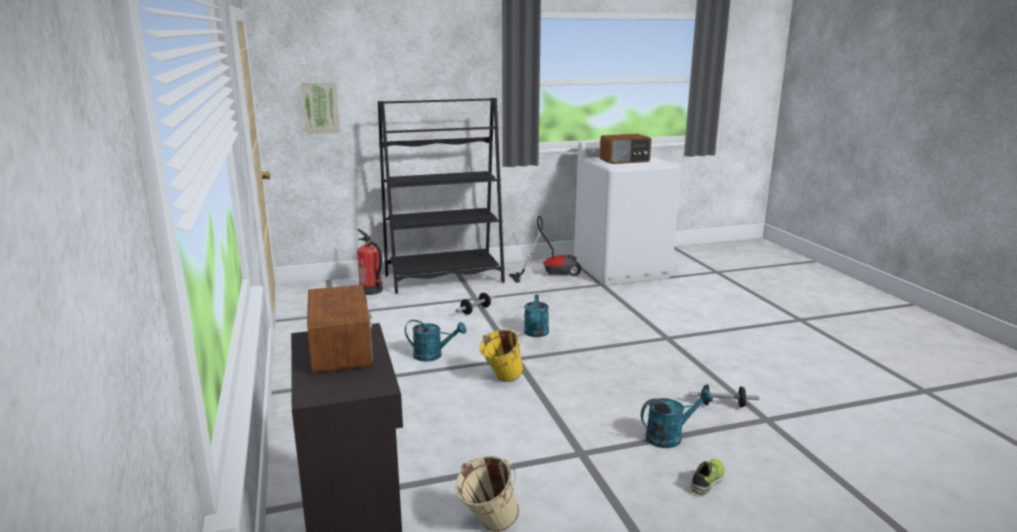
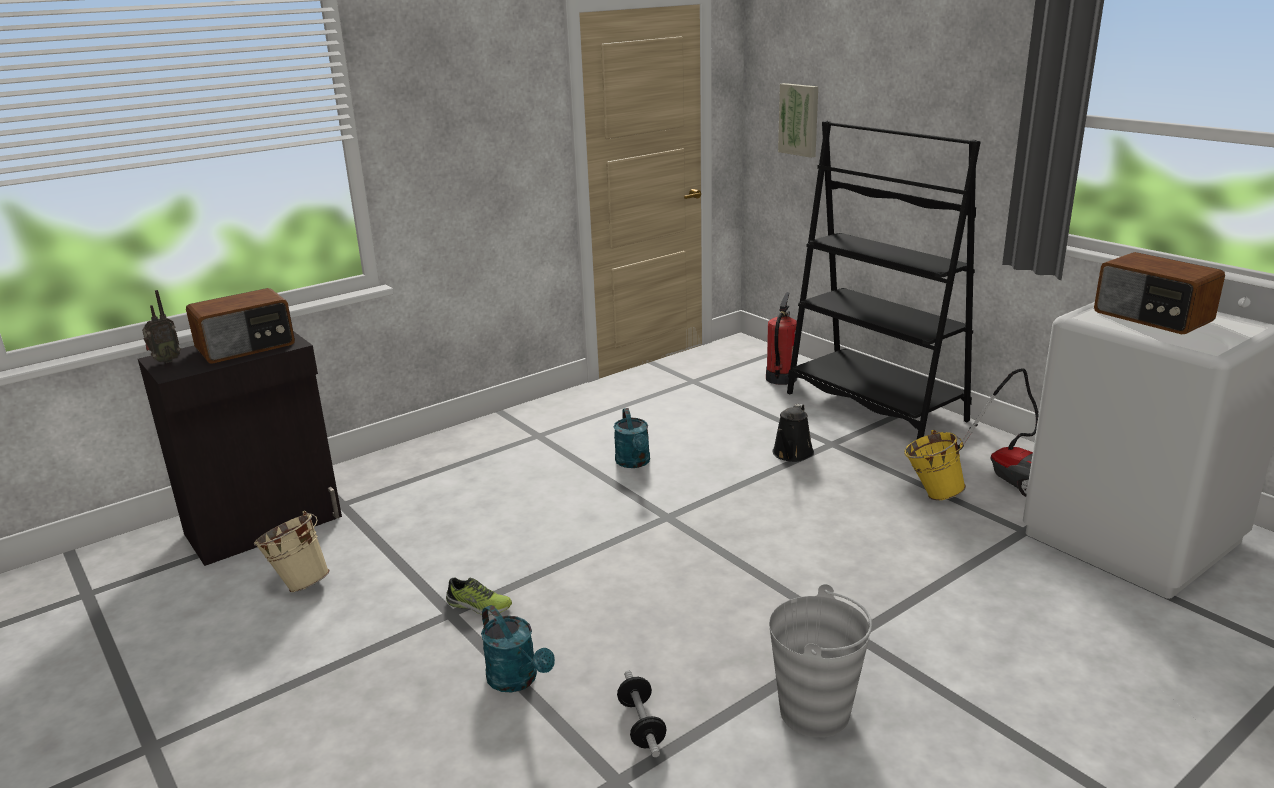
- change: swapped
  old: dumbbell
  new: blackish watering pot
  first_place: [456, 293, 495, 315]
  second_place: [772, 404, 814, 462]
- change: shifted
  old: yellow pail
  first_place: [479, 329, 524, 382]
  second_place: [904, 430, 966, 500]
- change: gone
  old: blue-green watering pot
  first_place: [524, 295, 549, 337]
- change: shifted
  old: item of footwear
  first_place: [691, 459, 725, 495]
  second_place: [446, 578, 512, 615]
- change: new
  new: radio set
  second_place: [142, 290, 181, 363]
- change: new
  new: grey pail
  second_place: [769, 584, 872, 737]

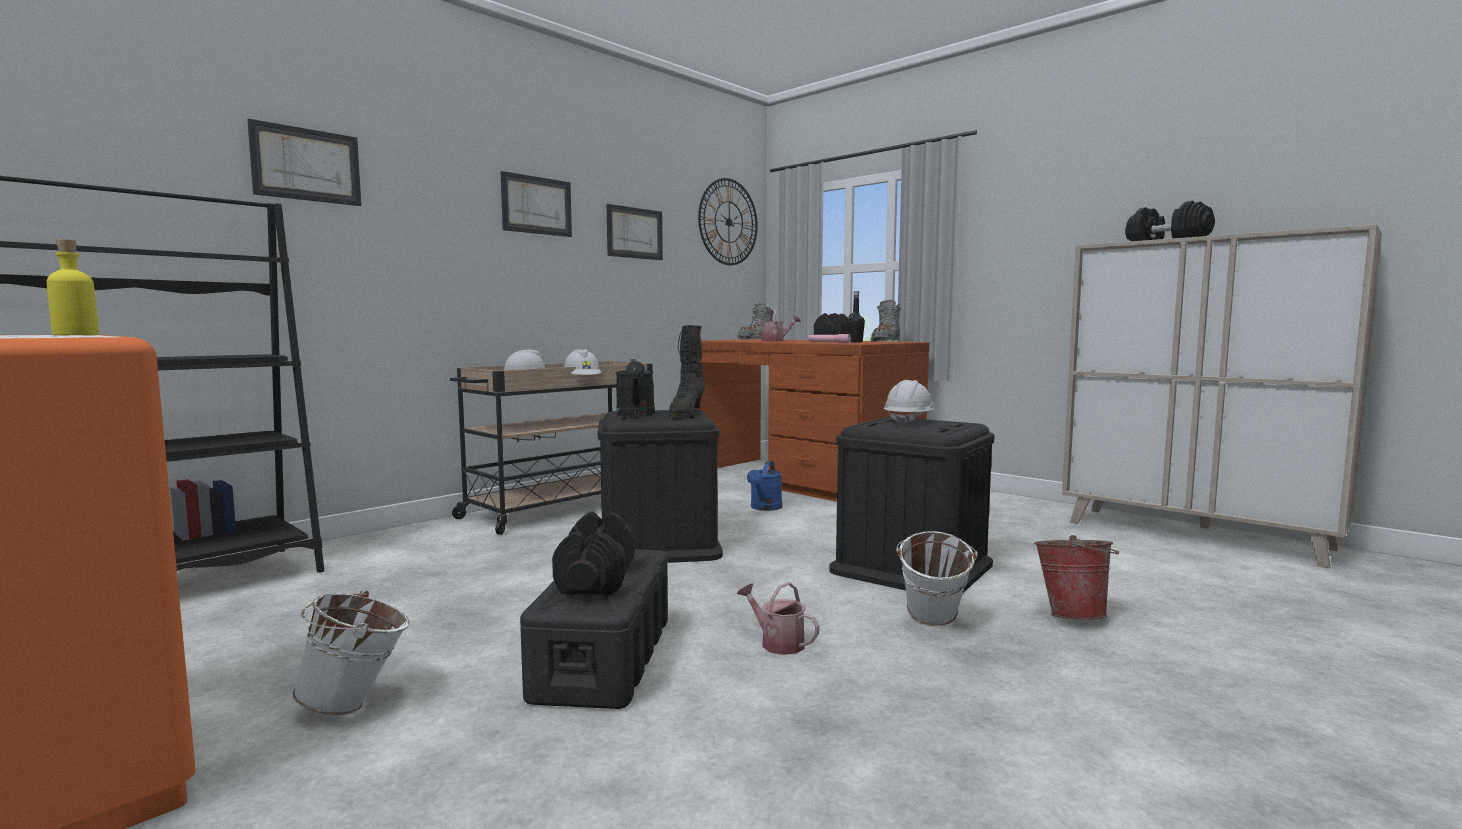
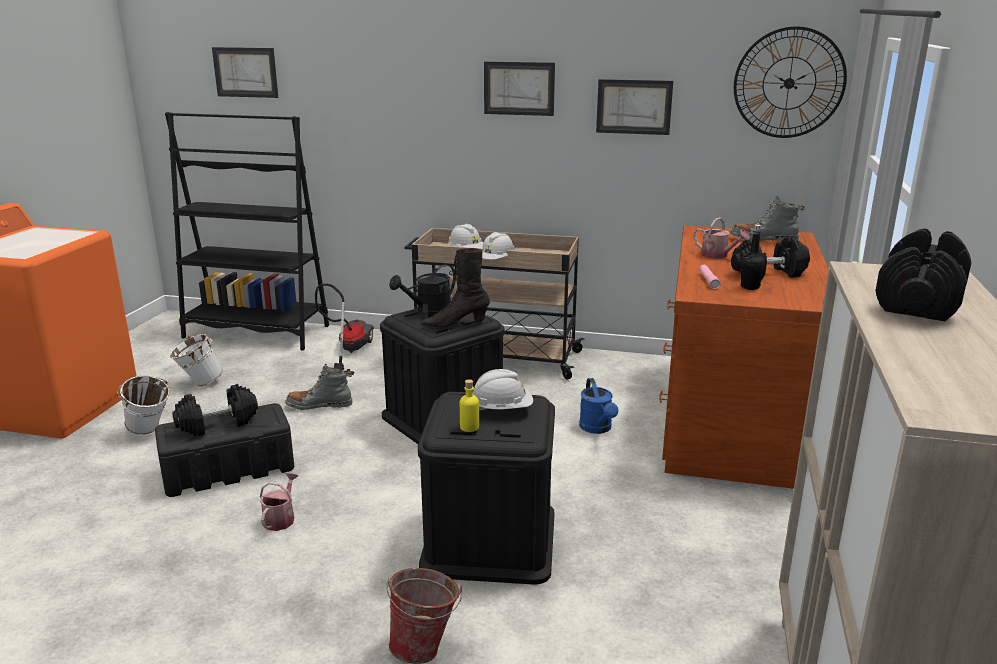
- change: shifted
  old: yellow drink bottle
  first_place: [47, 239, 99, 335]
  second_place: [460, 379, 479, 432]
- change: shifted
  old: picture
  first_place: [247, 119, 361, 206]
  second_place: [212, 47, 278, 98]
- change: rotated
  old: blue-coloured watering pot
  first_place: [747, 461, 782, 511]
  second_place: [579, 378, 618, 434]
  degrees: -90
- change: shifted
  old: grey high-top boot
  first_place: [871, 300, 901, 342]
  second_place: [285, 364, 353, 410]
- change: shifted
  old: white pail
  first_place: [896, 531, 977, 626]
  second_place: [170, 334, 223, 386]
- change: new
  new: vacuum
  second_place: [315, 283, 374, 375]

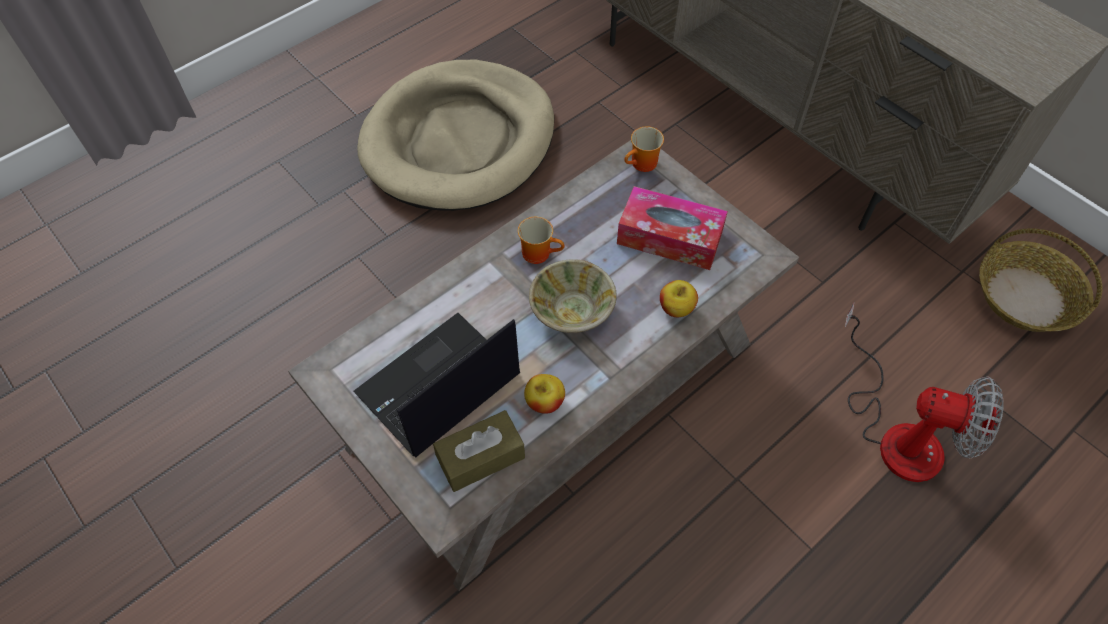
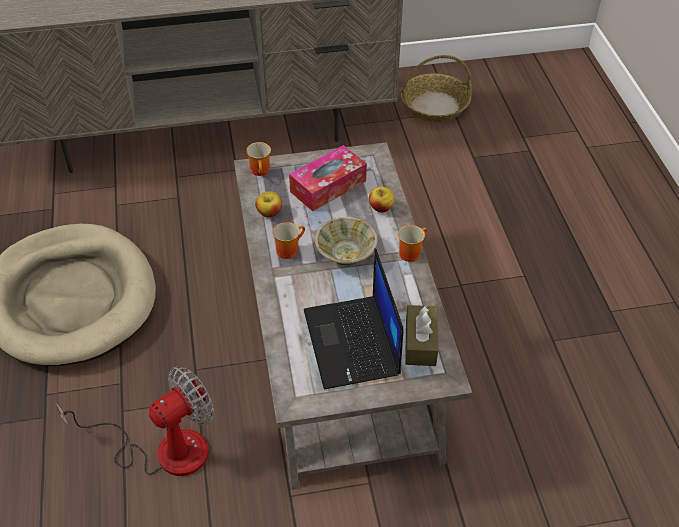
- change: shifted
  old: apple fruit
  first_place: [524, 374, 565, 414]
  second_place: [255, 191, 282, 218]
- change: shifted
  old: fan
  first_place: [845, 303, 1004, 482]
  second_place: [56, 366, 214, 476]
- change: new
  new: tea mug
  second_place: [398, 225, 427, 262]

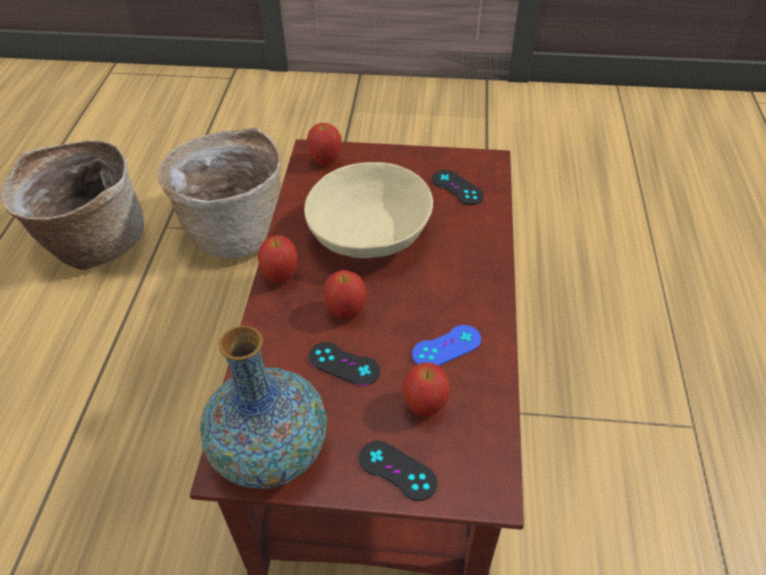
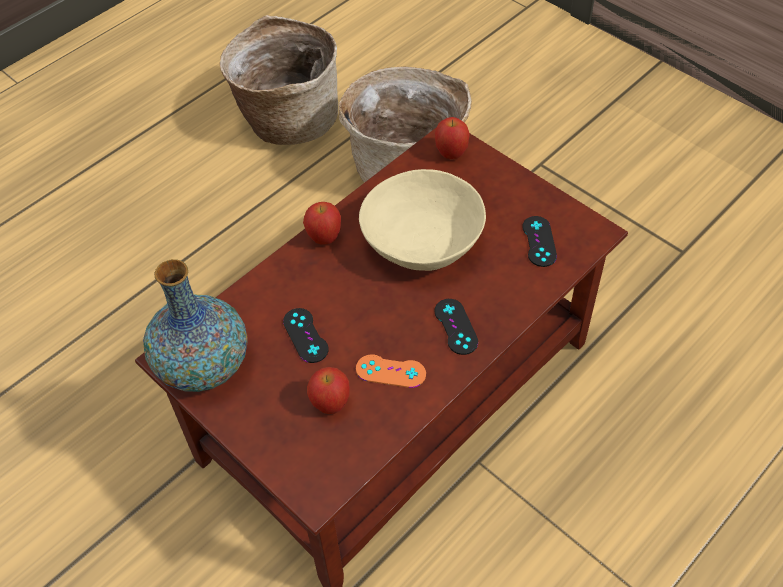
- change: gone
  old: apple fruit
  first_place: [324, 270, 366, 319]
- change: shifted
  old: blackish gamepad
  first_place: [359, 441, 437, 501]
  second_place: [434, 299, 478, 355]
- change: repainted
  old: blue-coloured gamepad
  new: orangey gamepad
  first_place: [412, 325, 481, 366]
  second_place: [356, 354, 426, 388]

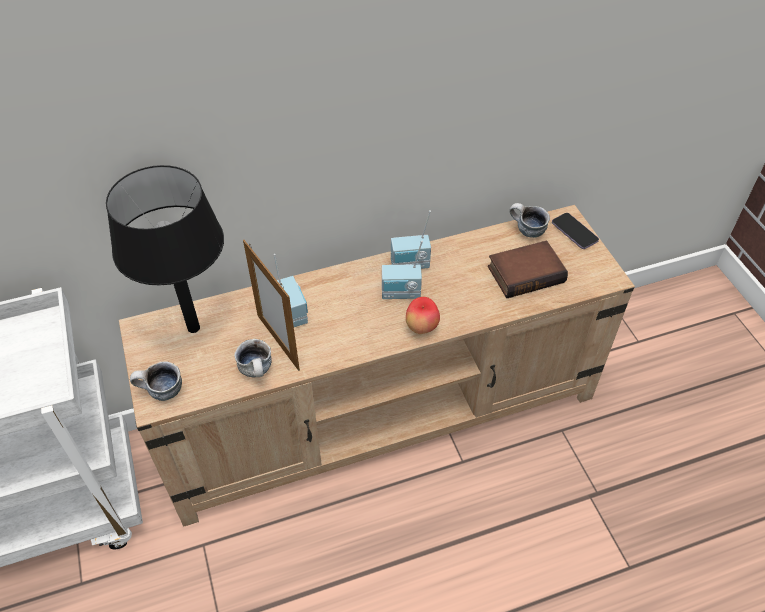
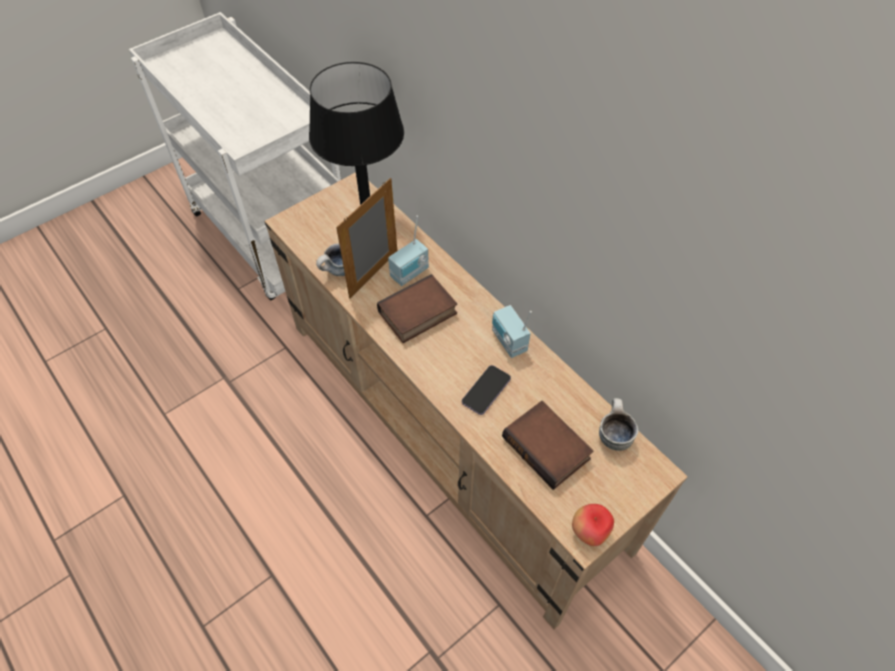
- change: gone
  old: tea mug
  first_place: [130, 361, 182, 401]
- change: gone
  old: radio set
  first_place: [382, 241, 423, 299]
- change: shifted
  old: apple fruit
  first_place: [406, 297, 440, 334]
  second_place: [572, 504, 614, 546]
- change: shifted
  old: telephone
  first_place: [552, 213, 599, 249]
  second_place: [462, 365, 511, 415]
- change: new
  new: book
  second_place: [377, 274, 457, 343]

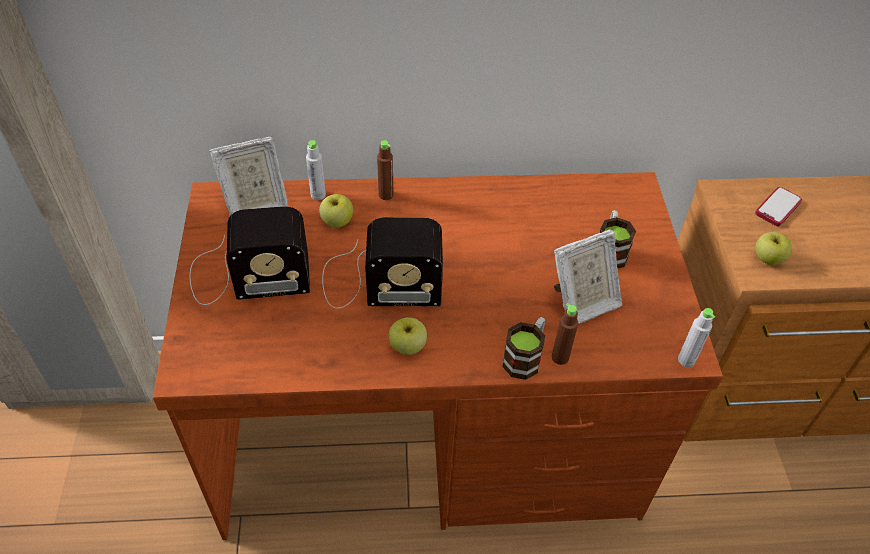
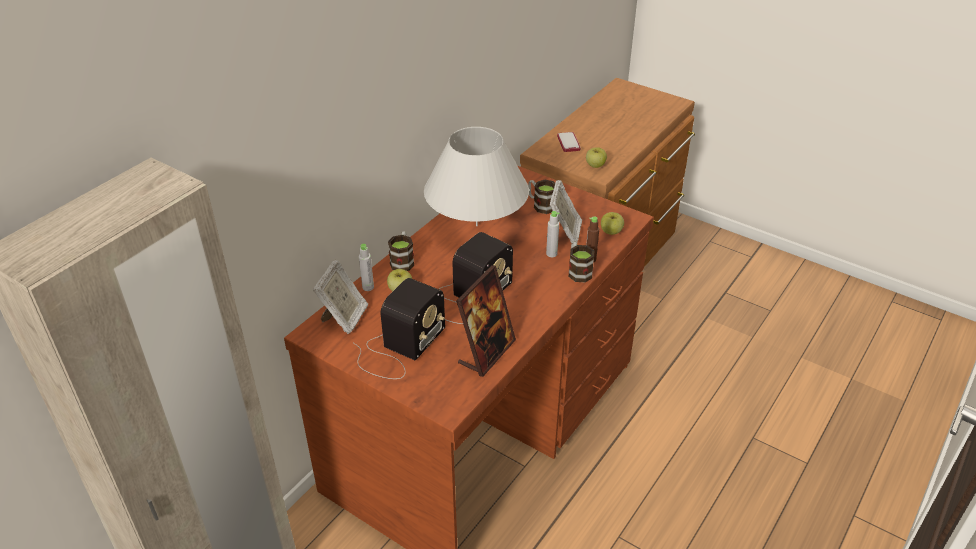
- change: swapped
  old: brownish drink bottle
  new: tea mug
  first_place: [377, 140, 394, 200]
  second_place: [388, 231, 414, 271]
- change: shifted
  old: apple fruit
  first_place: [389, 317, 427, 355]
  second_place: [601, 212, 624, 235]
- change: shifted
  old: grey drink bottle
  first_place: [678, 308, 715, 367]
  second_place: [546, 211, 559, 257]
- change: new
  new: white tabletop lamp
  second_place: [424, 127, 529, 226]
- change: new
  new: standing frame
  second_place: [456, 265, 516, 377]

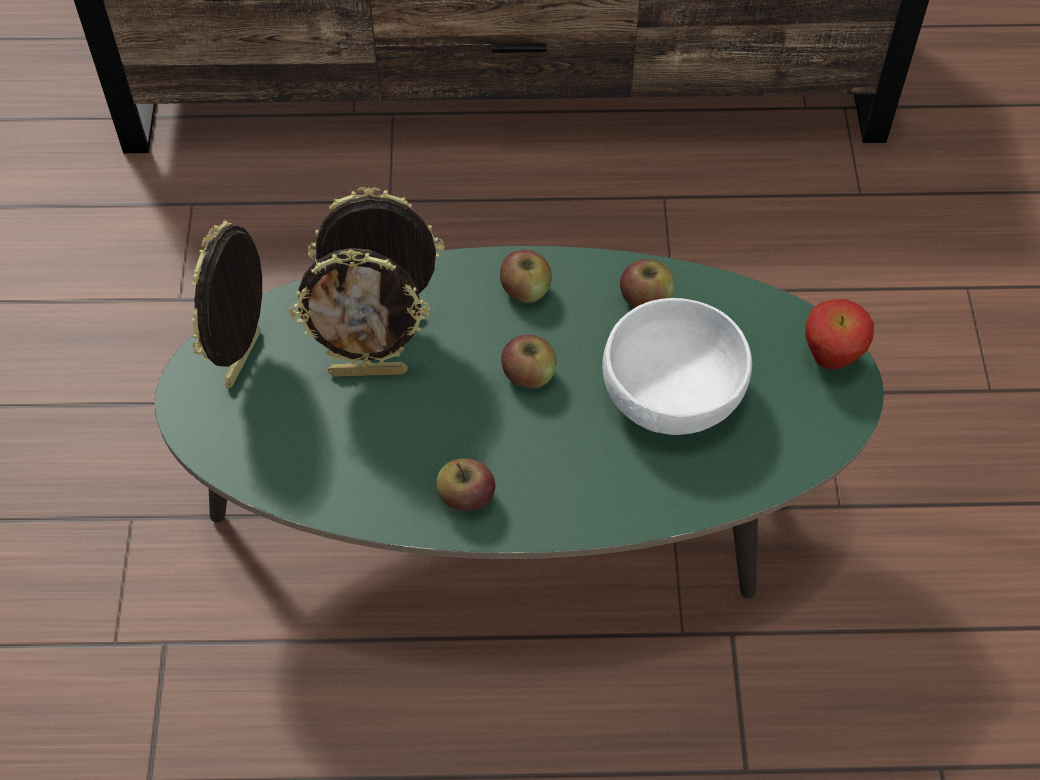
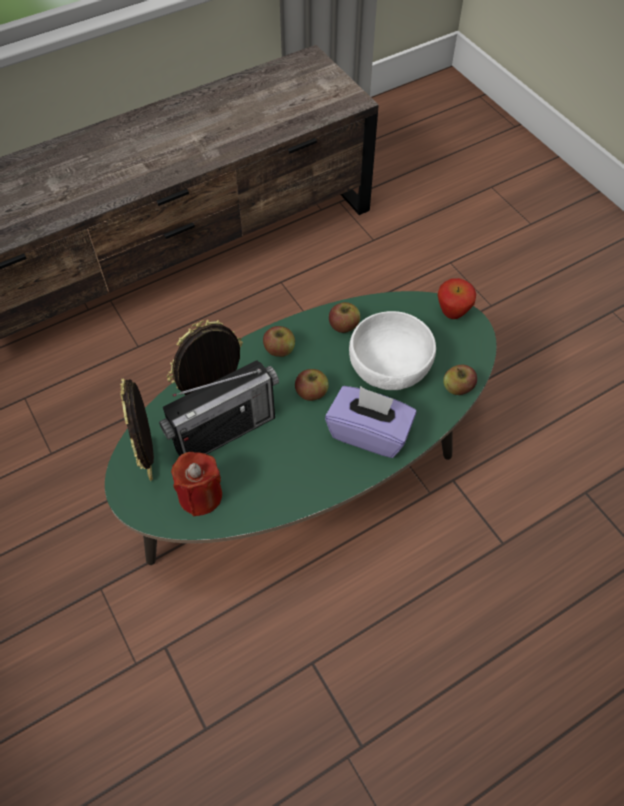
- change: swapped
  old: standing frame
  new: radio set
  first_place: [289, 248, 430, 377]
  second_place: [159, 360, 279, 456]
- change: shifted
  old: apple fruit
  first_place: [436, 458, 495, 511]
  second_place: [443, 365, 477, 395]
- change: new
  new: red-coloured wax light
  second_place: [171, 452, 222, 516]
- change: new
  new: purple-coloured tissue box
  second_place: [325, 386, 416, 458]

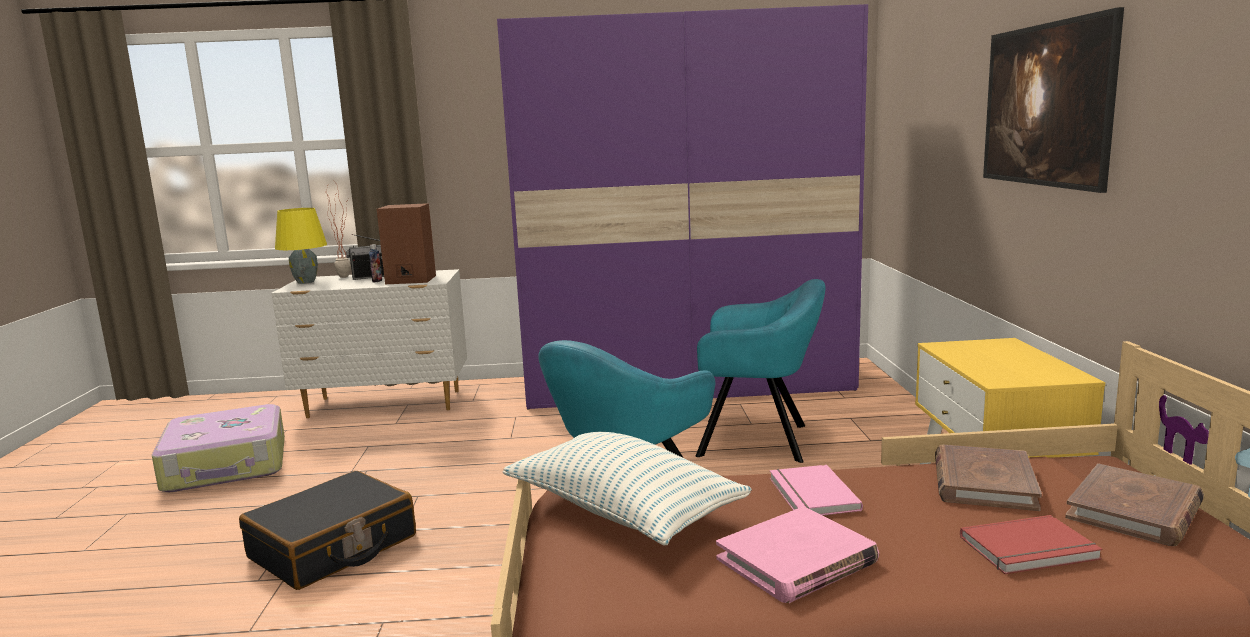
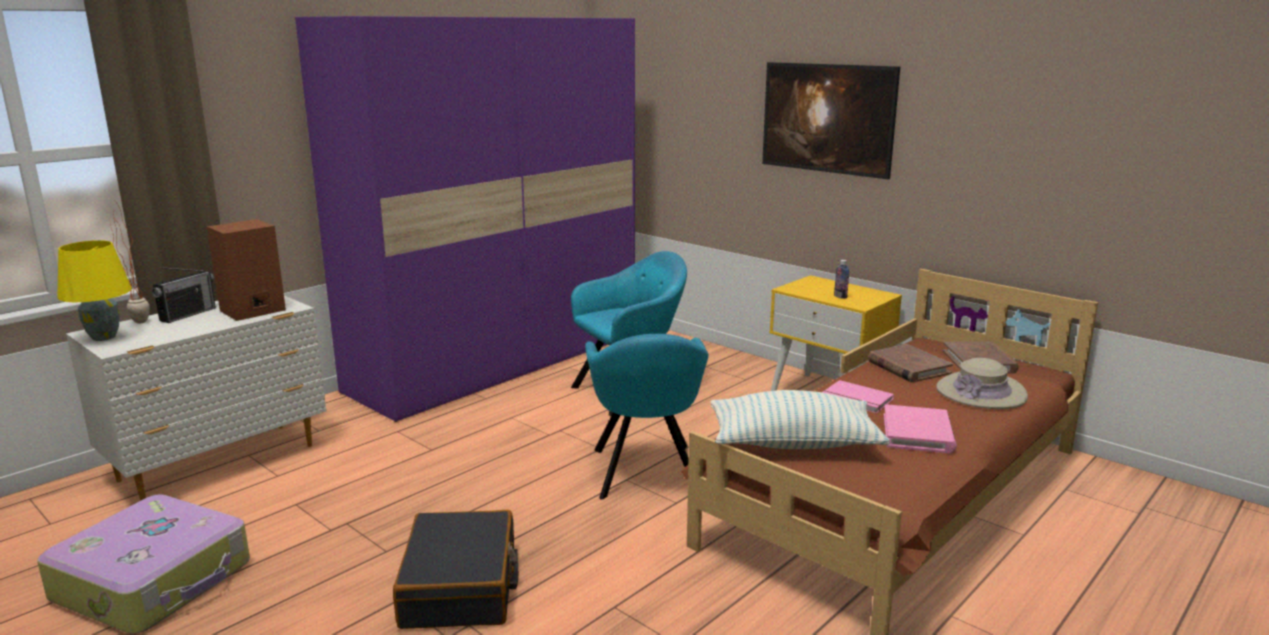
- change: shifted
  old: drink bottle
  first_place: [369, 244, 382, 282]
  second_place: [834, 260, 849, 299]
- change: swapped
  old: red-coloured book
  new: beige hat
  first_place: [960, 515, 1103, 574]
  second_place: [936, 358, 1028, 409]

